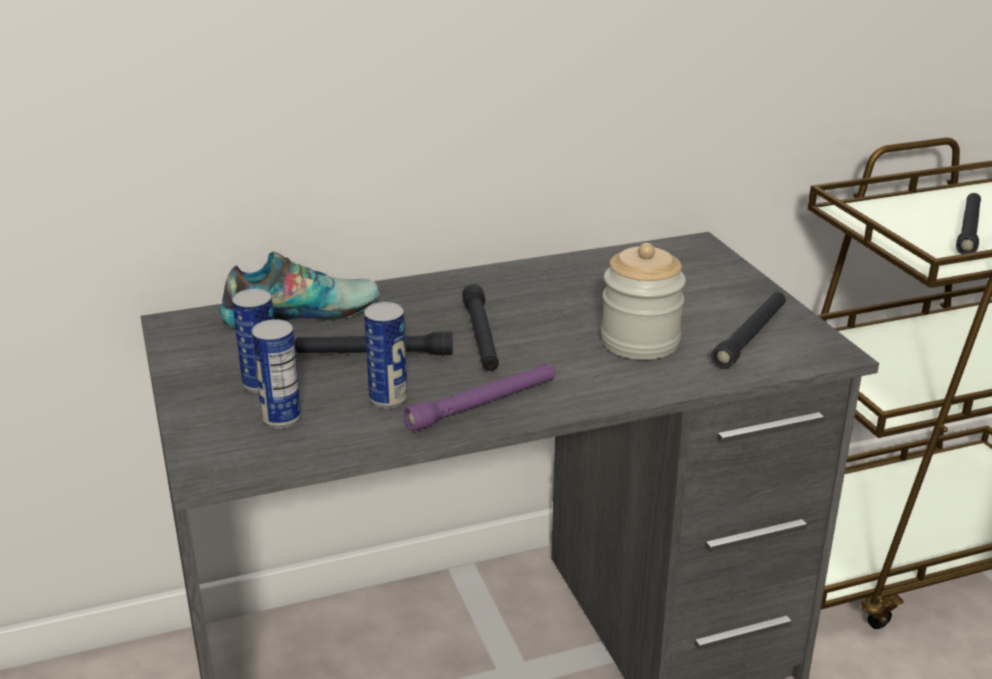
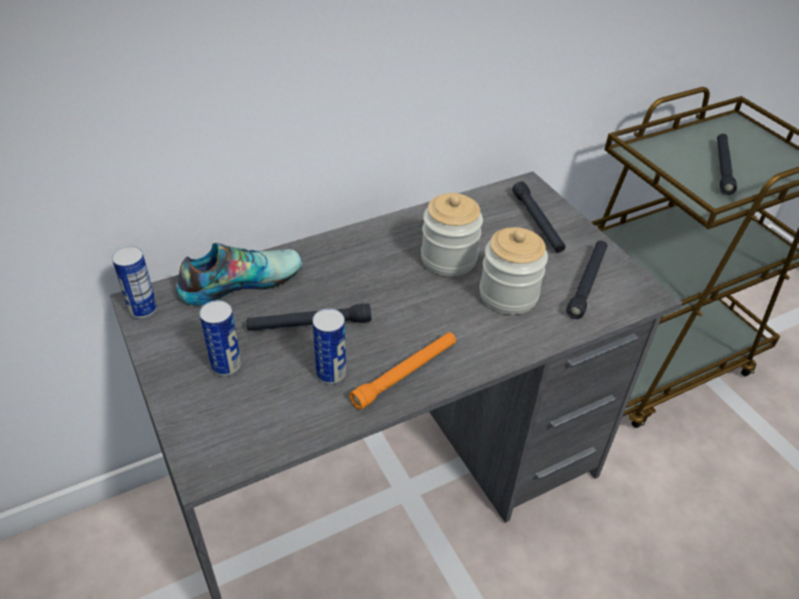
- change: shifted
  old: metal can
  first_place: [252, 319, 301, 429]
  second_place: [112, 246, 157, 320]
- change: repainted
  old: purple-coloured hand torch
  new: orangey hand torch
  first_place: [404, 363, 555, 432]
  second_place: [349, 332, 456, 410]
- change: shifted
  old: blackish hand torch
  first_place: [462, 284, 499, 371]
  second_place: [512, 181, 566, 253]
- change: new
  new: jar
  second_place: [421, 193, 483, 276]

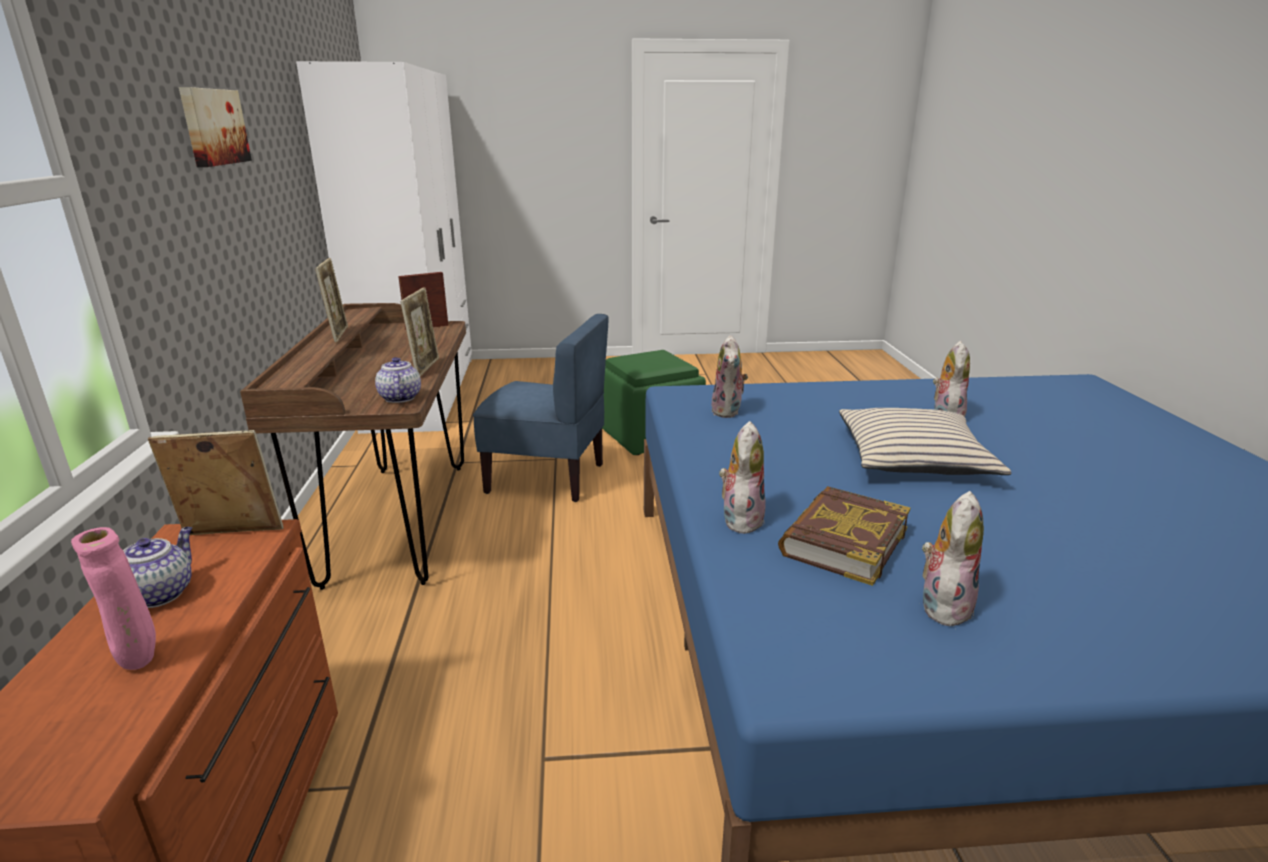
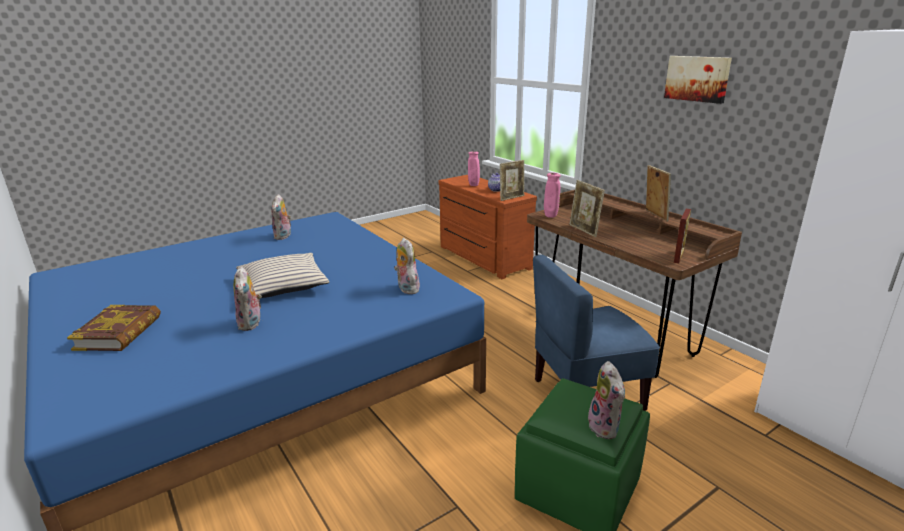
- change: rotated
  old: standing frame
  first_place: [315, 258, 348, 342]
  second_place: [646, 165, 671, 221]
  degrees: -150
- change: swapped
  old: tea pot
  new: pink-coloured flower vase
  first_place: [375, 357, 421, 403]
  second_place: [544, 173, 561, 218]
- change: shifted
  old: cuddly toy
  first_place: [719, 421, 765, 535]
  second_place: [588, 361, 625, 439]
- change: shifted
  old: book
  first_place: [778, 486, 910, 586]
  second_place: [67, 305, 161, 351]

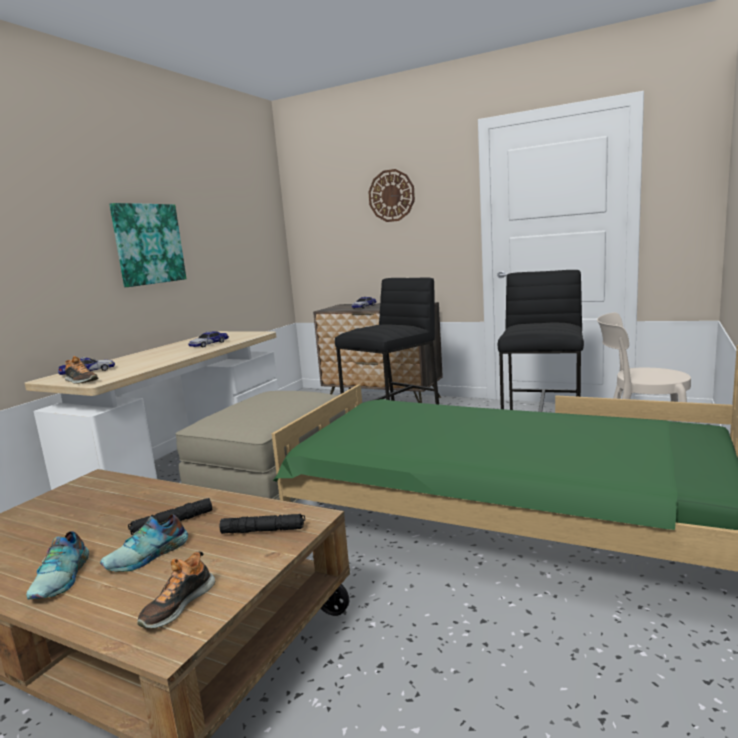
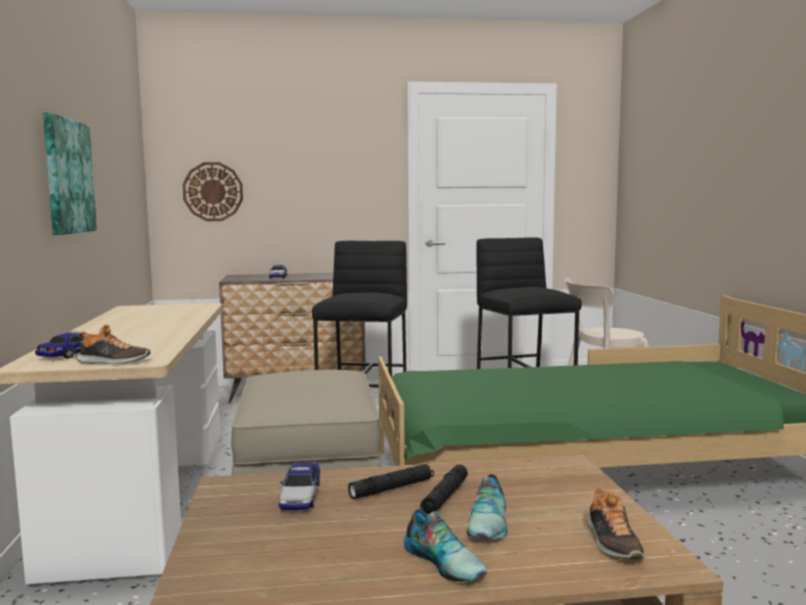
- change: shifted
  old: miniature car
  first_place: [188, 332, 229, 347]
  second_place: [279, 462, 320, 510]
- change: shifted
  old: blackish hand torch
  first_place: [220, 514, 305, 534]
  second_place: [348, 464, 434, 499]
- change: shifted
  old: wall clock
  first_place: [368, 169, 415, 222]
  second_place: [183, 162, 243, 221]

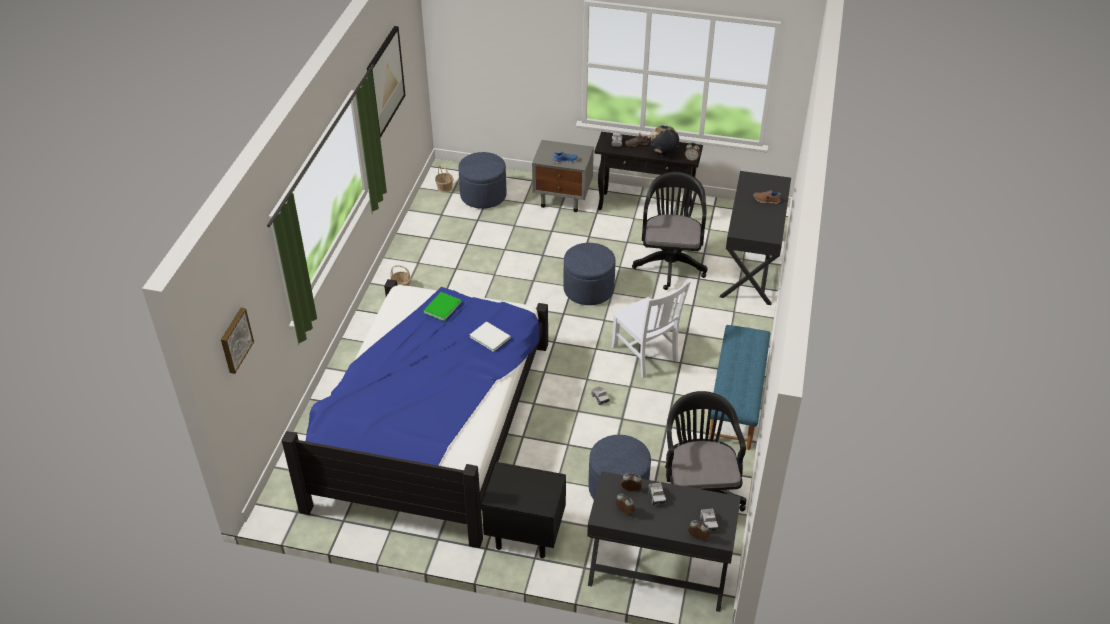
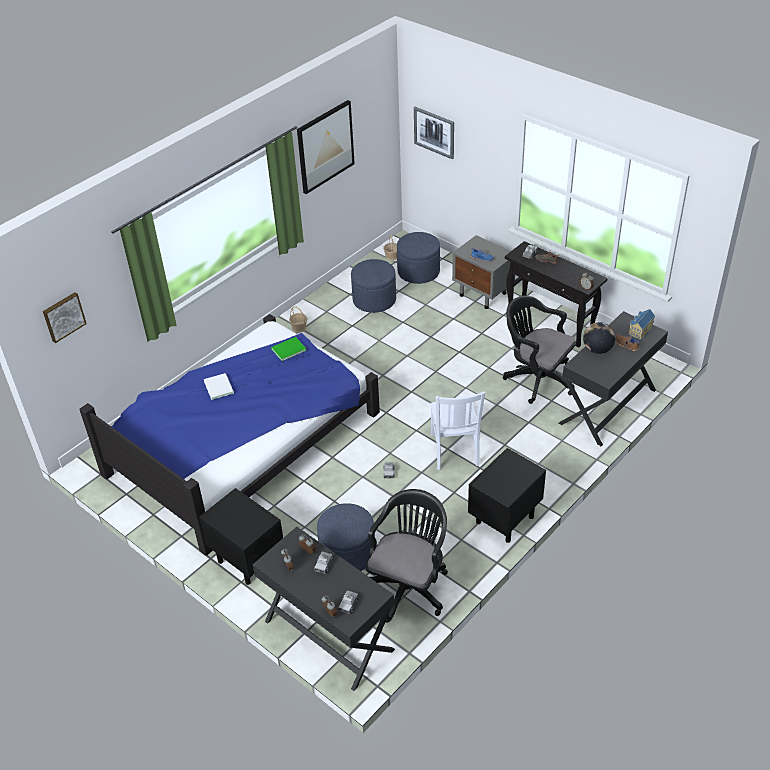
- change: shifted
  old: white book
  first_place: [470, 321, 511, 352]
  second_place: [204, 373, 234, 400]
- change: shifted
  old: blue-coloured pouffe
  first_place: [564, 243, 616, 305]
  second_place: [351, 259, 396, 313]
- change: rotated
  old: blackish computer chair
  first_place: [632, 172, 708, 290]
  second_place: [503, 296, 576, 404]
  degrees: -90
- change: shifted
  old: desk globe
  first_place: [649, 125, 679, 156]
  second_place: [583, 322, 615, 354]
- change: swapped
  old: blue-coloured indoor bench
  new: blackish nightstand
  first_place: [709, 325, 770, 450]
  second_place: [468, 448, 546, 543]
- change: new
  new: picture
  second_place: [414, 107, 454, 160]
- change: new
  new: miniature house
  second_place: [628, 309, 655, 341]

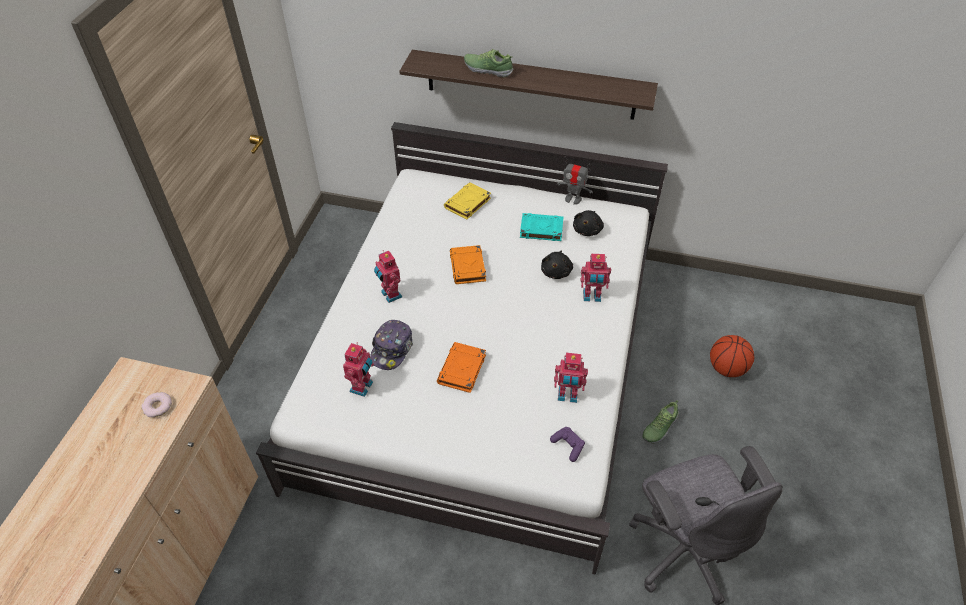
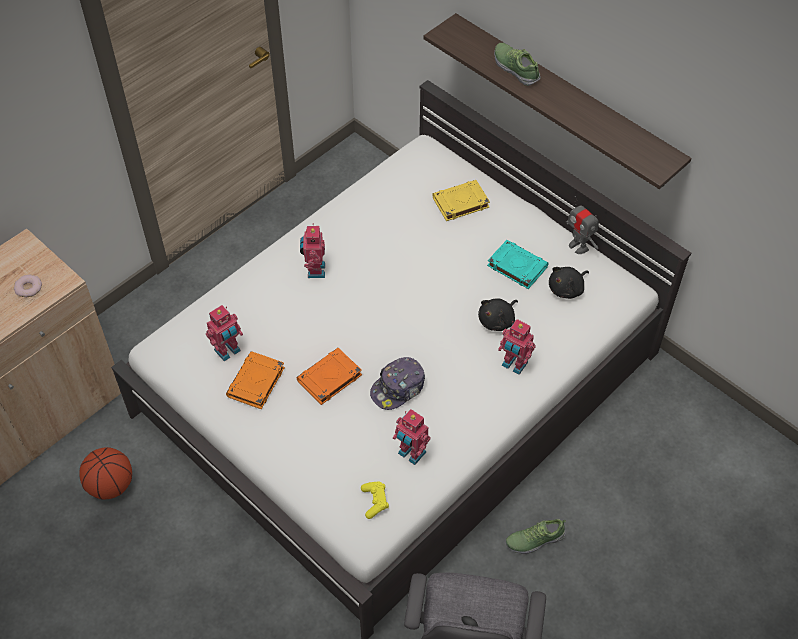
- change: shifted
  old: baseball cap
  first_place: [370, 320, 413, 370]
  second_place: [370, 357, 425, 410]
- change: shifted
  old: orangey book
  first_place: [450, 245, 486, 284]
  second_place: [226, 351, 285, 409]
- change: repainted
  old: purple-coloured gamepad
  new: yellow gamepad
  first_place: [550, 427, 585, 462]
  second_place: [361, 481, 389, 519]
- change: shifted
  old: ball for basketball
  first_place: [710, 335, 754, 377]
  second_place: [79, 447, 132, 500]

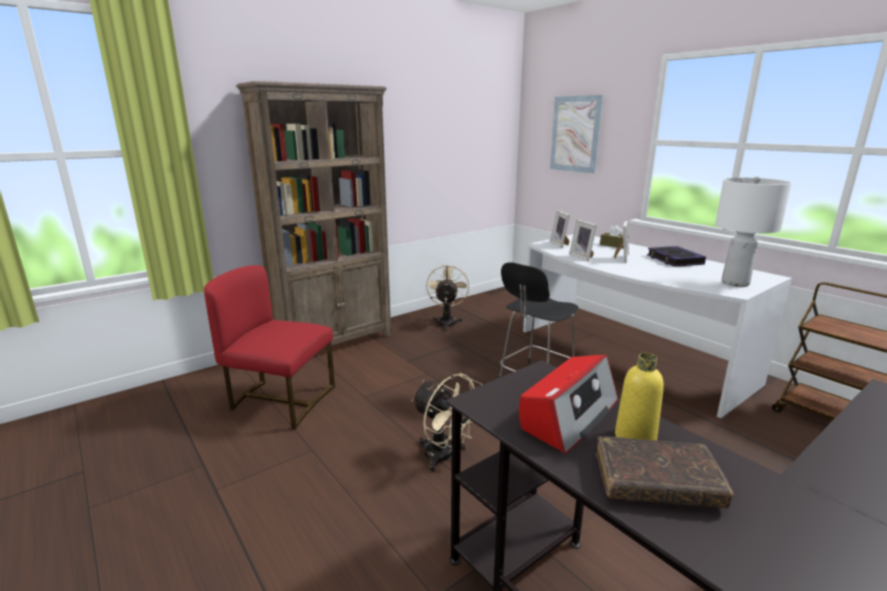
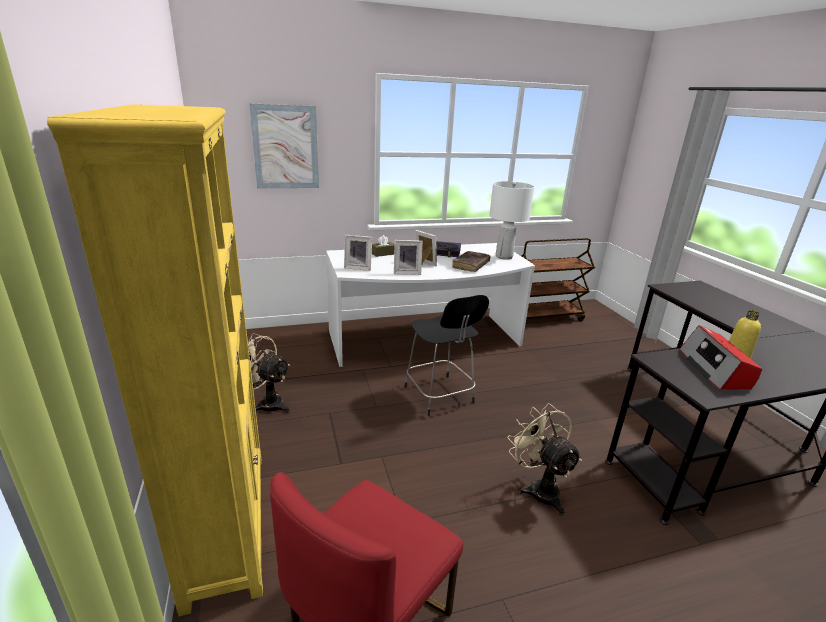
- change: repainted
  old: brownish bookcase
  new: yellow bookcase
  first_place: [236, 81, 392, 345]
  second_place: [47, 104, 263, 617]
- change: rotated
  old: beige fan
  first_place: [411, 373, 482, 472]
  second_place: [507, 403, 582, 515]
  degrees: -90
- change: rotated
  old: radio set
  first_place: [519, 355, 618, 454]
  second_place: [680, 325, 762, 390]
  degrees: -150
- change: shifted
  old: brownish book
  first_place: [596, 436, 733, 508]
  second_place: [452, 251, 491, 272]

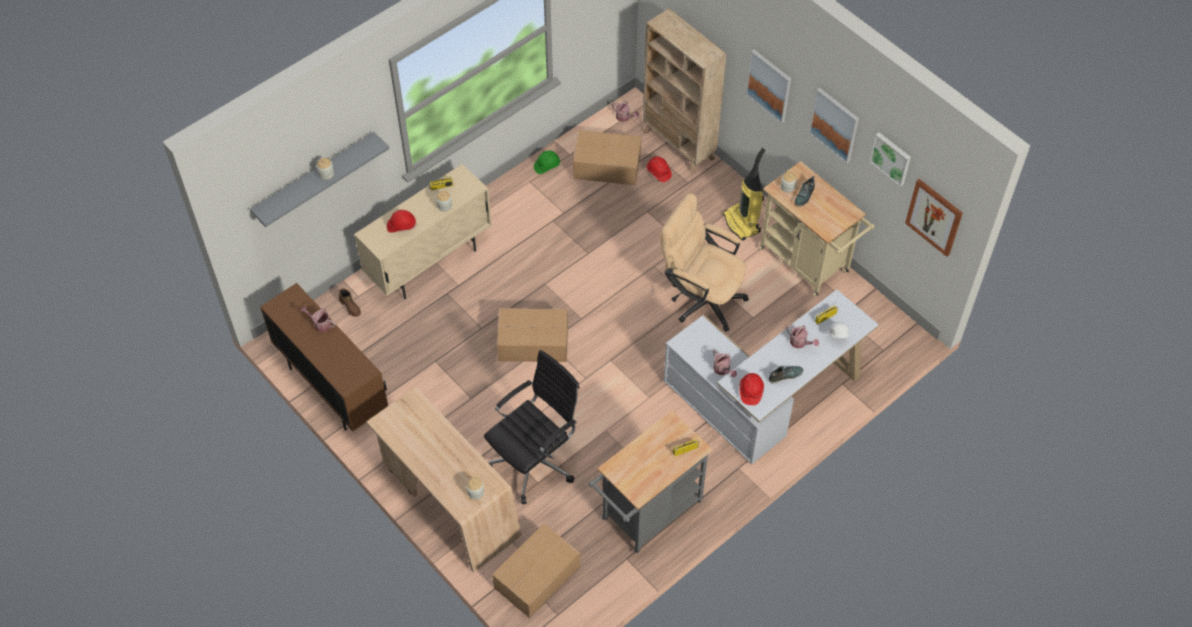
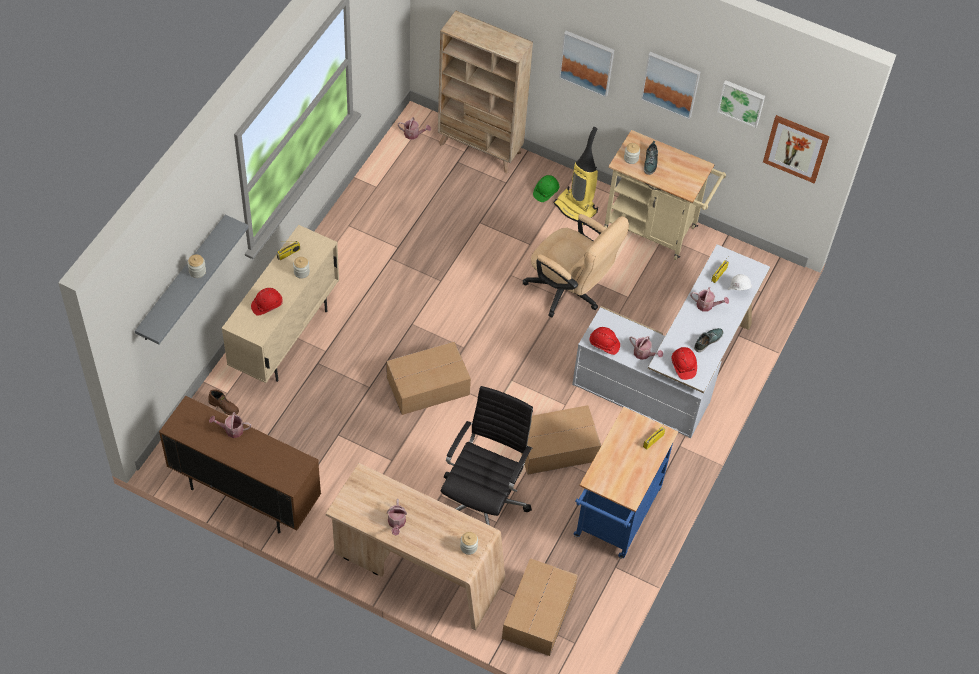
- change: shifted
  old: green hard hat
  first_place: [534, 151, 560, 174]
  second_place: [533, 175, 559, 202]
- change: shifted
  old: packing box
  first_place: [573, 130, 641, 185]
  second_place: [521, 405, 601, 475]
- change: repainted
  old: grey cart
  new: blue-coloured cart
  first_place: [589, 411, 713, 553]
  second_place: [574, 407, 678, 559]
- change: shifted
  old: red-coloured hard hat
  first_place: [647, 157, 672, 182]
  second_place: [589, 327, 620, 355]
- change: rotated
  old: beige computer chair
  first_place: [660, 193, 749, 332]
  second_place: [523, 214, 629, 318]
  degrees: -150
- change: new
  new: watering pot
  second_place: [387, 499, 407, 536]

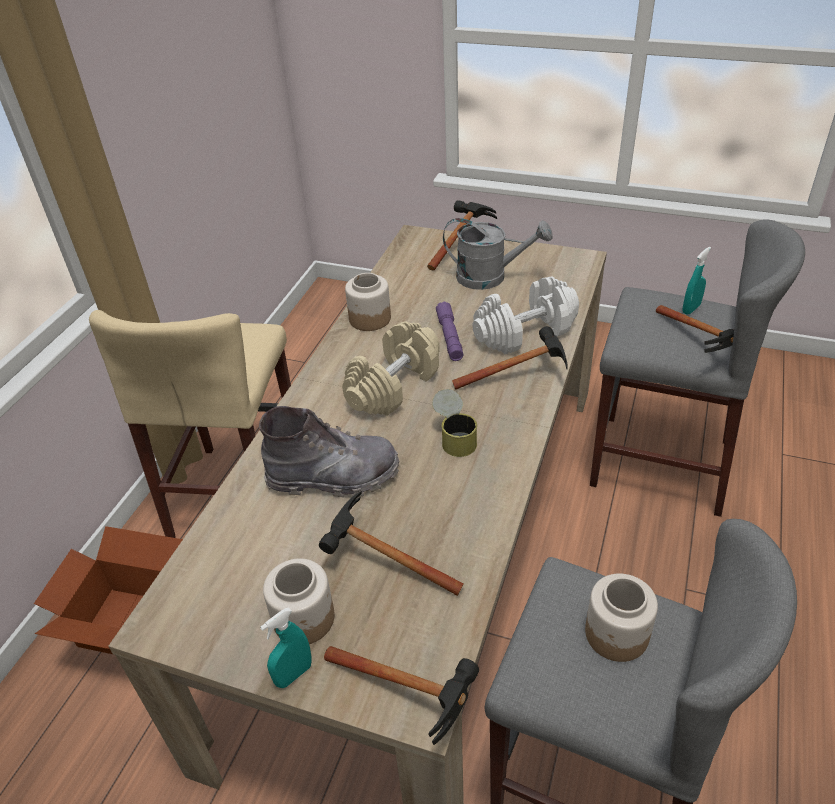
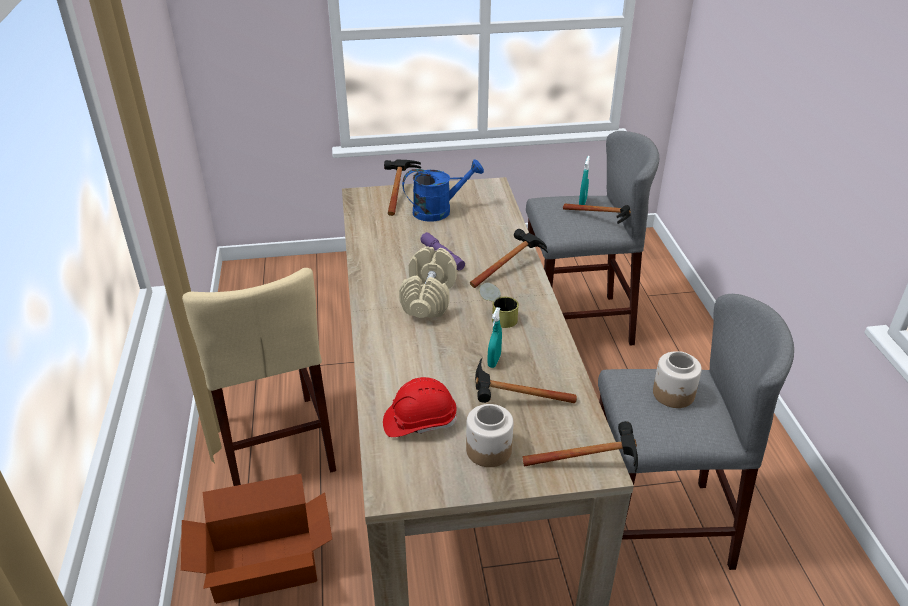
- change: gone
  old: grey high-top boot
  first_place: [259, 406, 399, 498]
- change: shifted
  old: blue-green sprayer
  first_place: [260, 608, 312, 688]
  second_place: [488, 307, 502, 368]
- change: gone
  old: jar
  first_place: [345, 273, 391, 331]
- change: repainted
  old: grey watering pot
  new: blue-coloured watering pot
  first_place: [443, 218, 553, 290]
  second_place: [402, 159, 484, 222]
- change: gone
  old: white dumbbell
  first_place: [472, 277, 579, 355]
- change: new
  new: red-coloured hard hat
  second_place: [383, 377, 457, 437]

